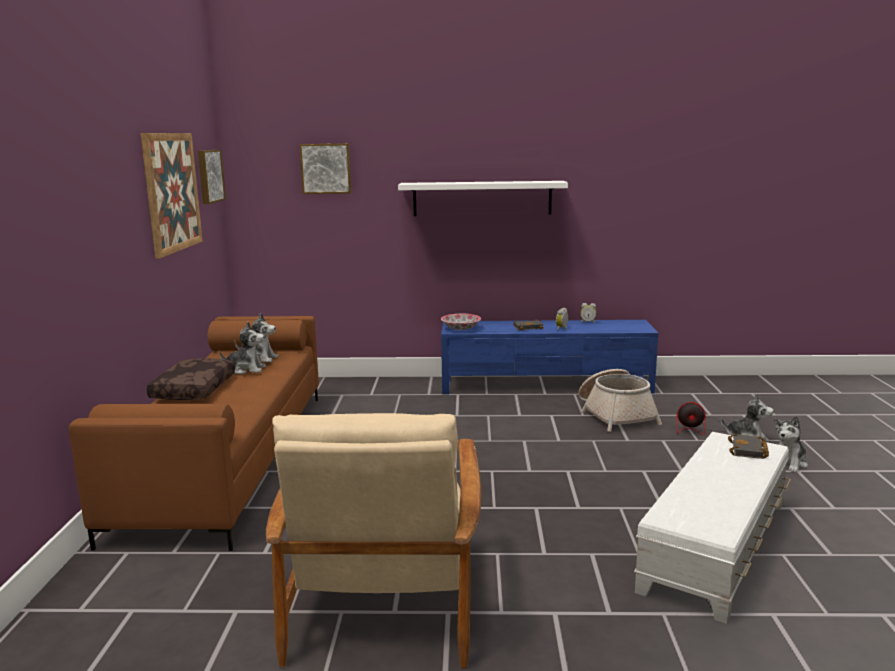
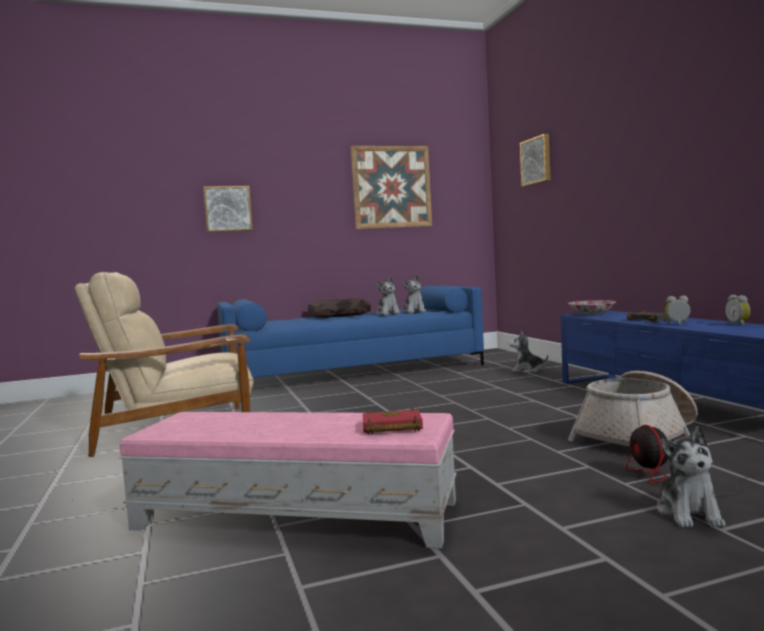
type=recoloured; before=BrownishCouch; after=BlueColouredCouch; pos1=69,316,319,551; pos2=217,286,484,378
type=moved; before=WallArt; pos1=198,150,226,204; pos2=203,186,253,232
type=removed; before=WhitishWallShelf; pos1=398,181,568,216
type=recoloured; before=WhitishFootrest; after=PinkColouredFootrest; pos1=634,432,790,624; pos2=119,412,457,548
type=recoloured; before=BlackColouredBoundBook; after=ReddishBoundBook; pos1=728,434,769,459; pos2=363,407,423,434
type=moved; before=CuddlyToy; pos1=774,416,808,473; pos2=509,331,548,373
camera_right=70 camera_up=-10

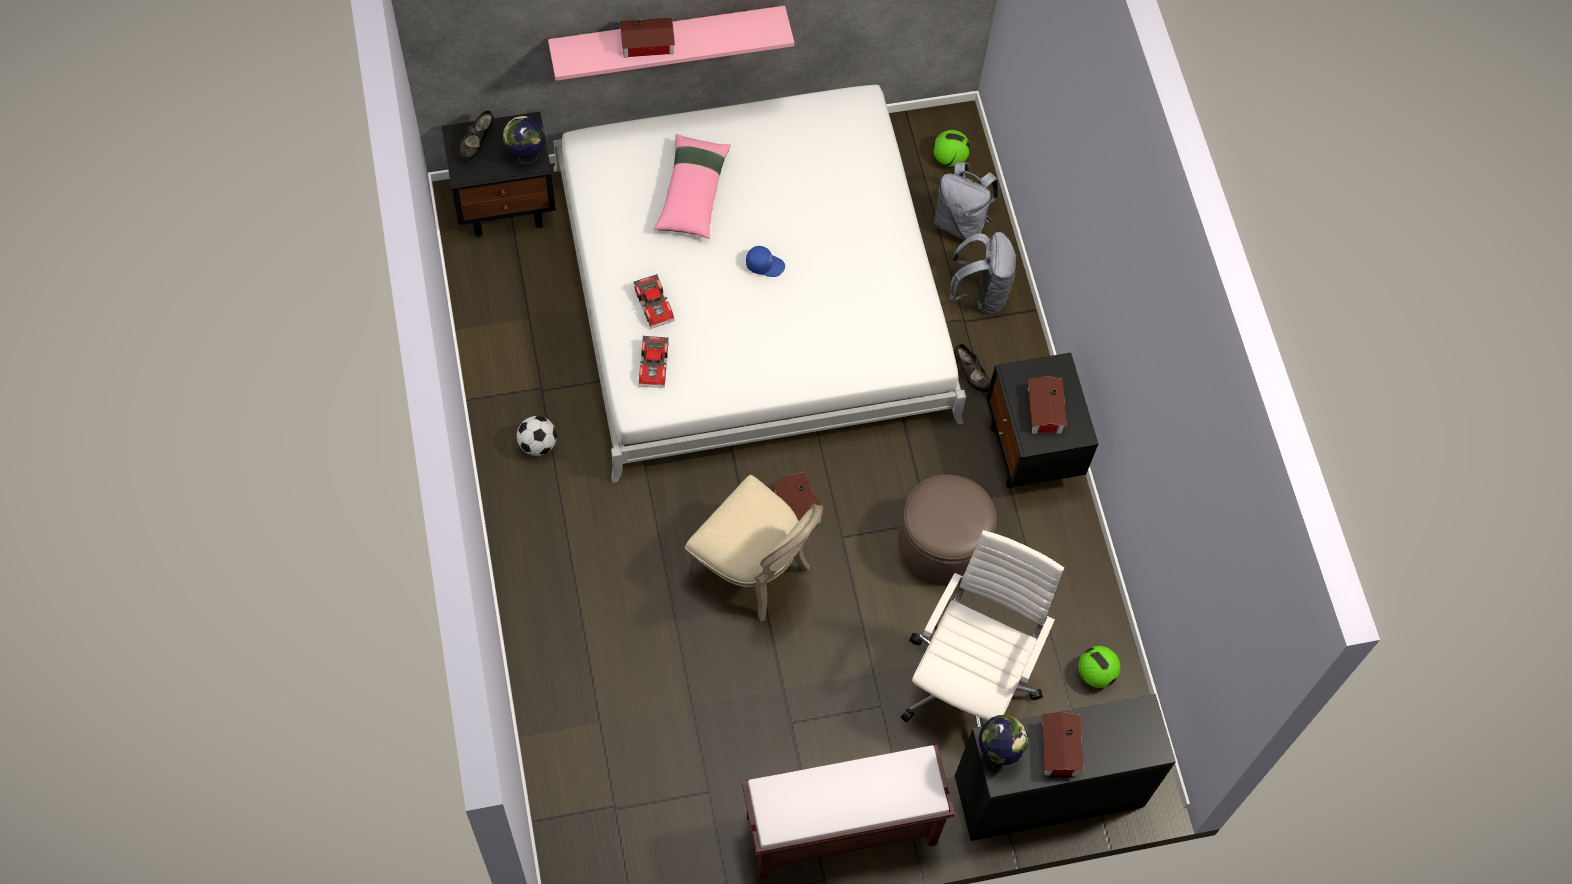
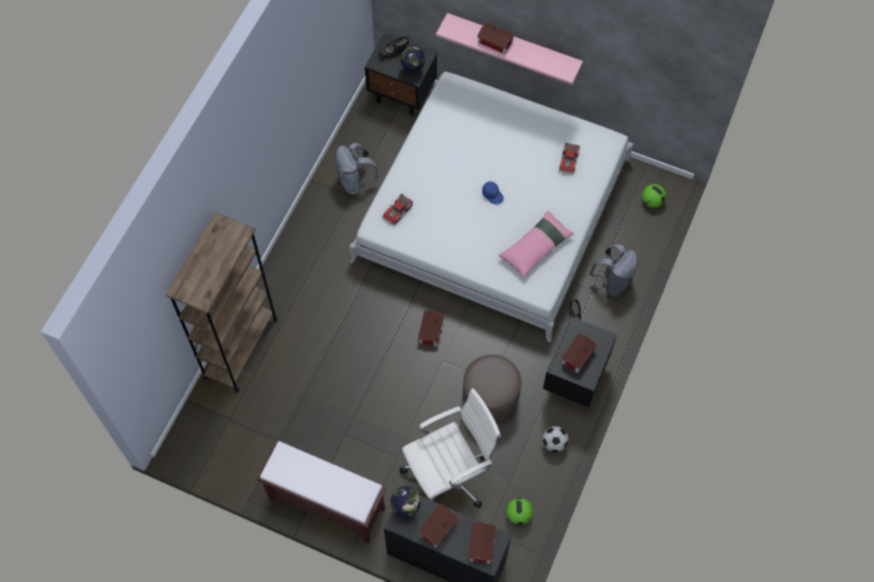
type=moved; before=FootballBall; pos1=517,416,557,456; pos2=543,426,568,452
type=moved; before=MiniatureCar; pos1=633,274,675,329; pos2=559,143,580,174
type=moved; before=PinkColouredPillow; pos1=654,134,731,239; pos2=498,210,574,278
type=removed; before=BeigeColouredPlainChair; pos1=684,475,823,622
type=moved; before=GreyishBackpack; pos1=934,162,999,242; pos2=335,143,379,194
type=added; after=BrownishBookcase; pos2=166,212,278,393
type=added; after=ModelHouse; pos2=468,523,496,564
camera_right=40 camera_up=0

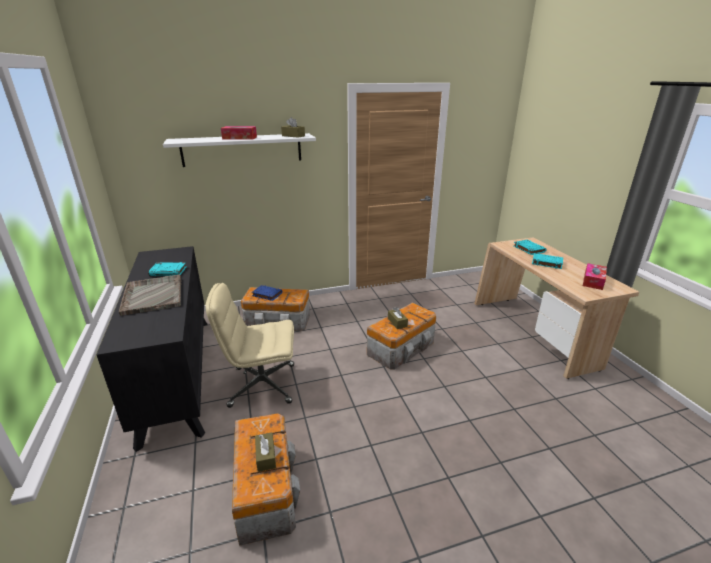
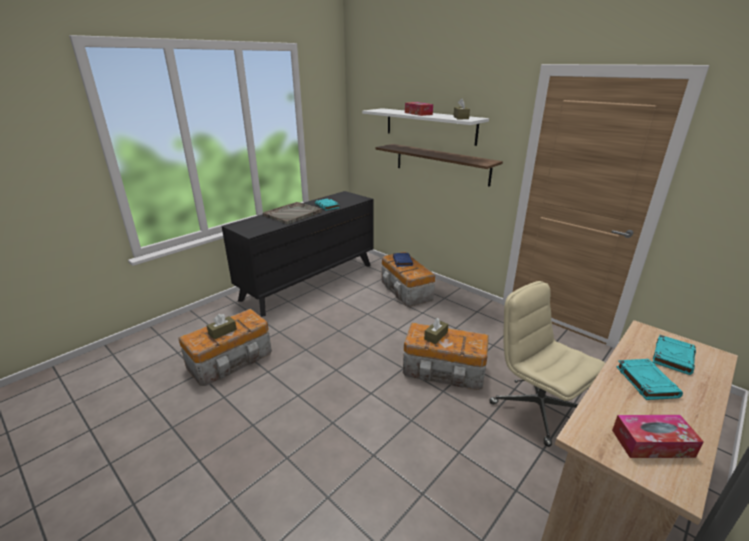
type=moved; before=BeigeColouredOfficeChair; pos1=205,283,294,408; pos2=489,281,605,447
type=added; after=WallShelf; pos2=375,144,503,187
camera_right=60 camera_up=0

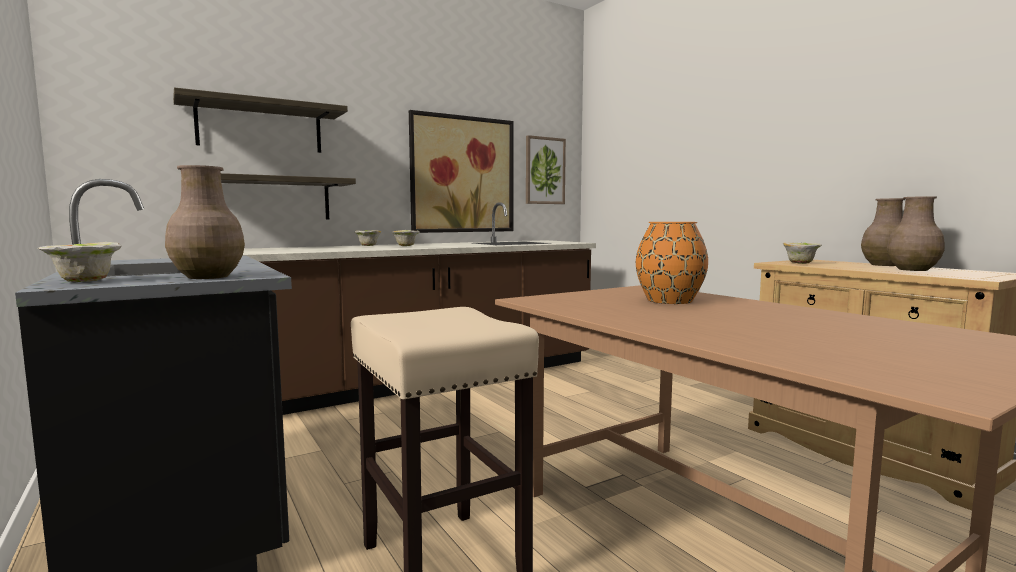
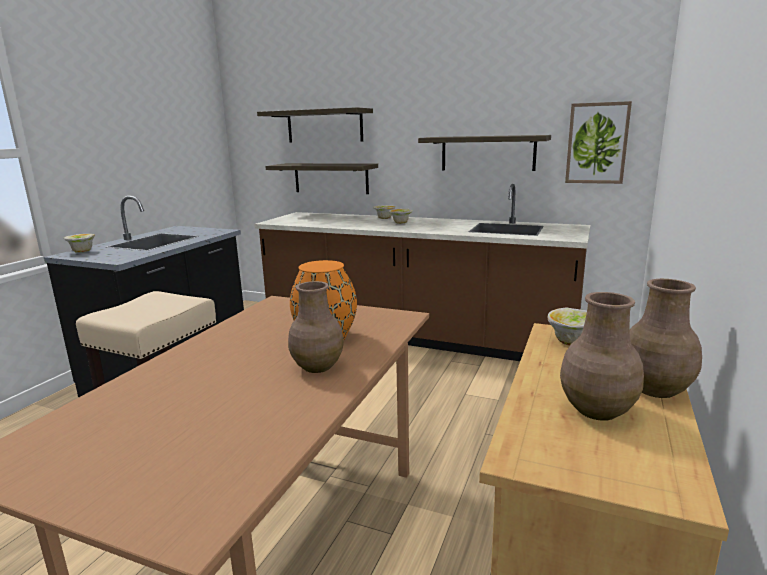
type=moved; before=BrownishVase; pos1=165,165,245,279; pos2=288,281,344,373
type=replaced; before=WallArt; after=WallShelf; pos1=409,110,514,233; pos2=418,135,551,171
camera_right=55 camera_up=10

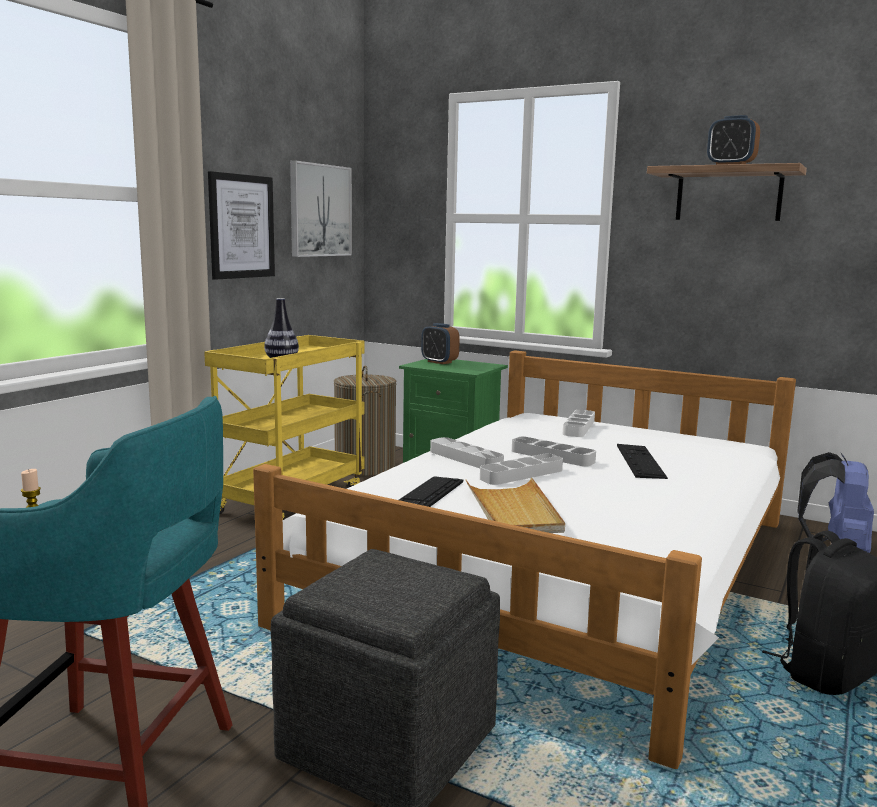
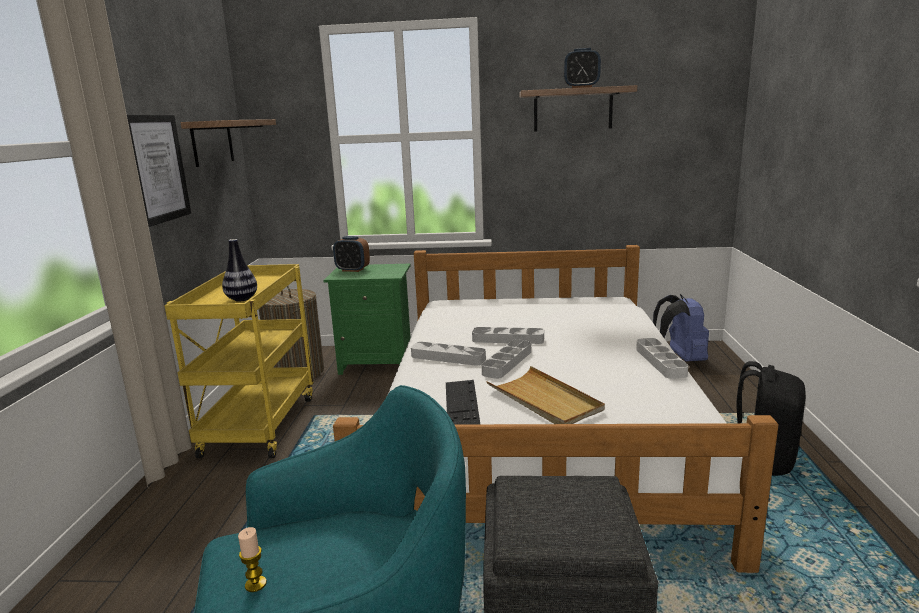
type=replaced; before=WallArt; after=WallShelf; pos1=290,160,352,257; pos2=181,119,276,167
type=moved; before=WhitishTray; pos1=563,410,595,437; pos2=636,338,688,379
type=removed; before=ComputerKeyboard; pos1=617,444,668,479
camera_right=-25 camera_up=5

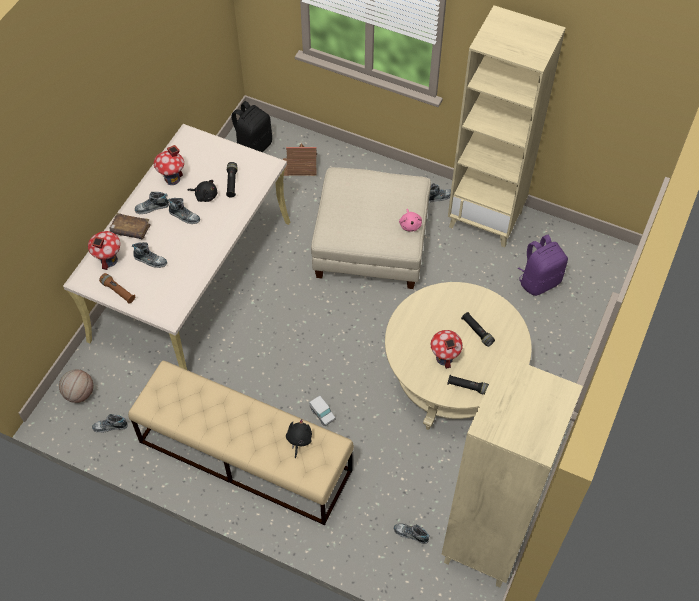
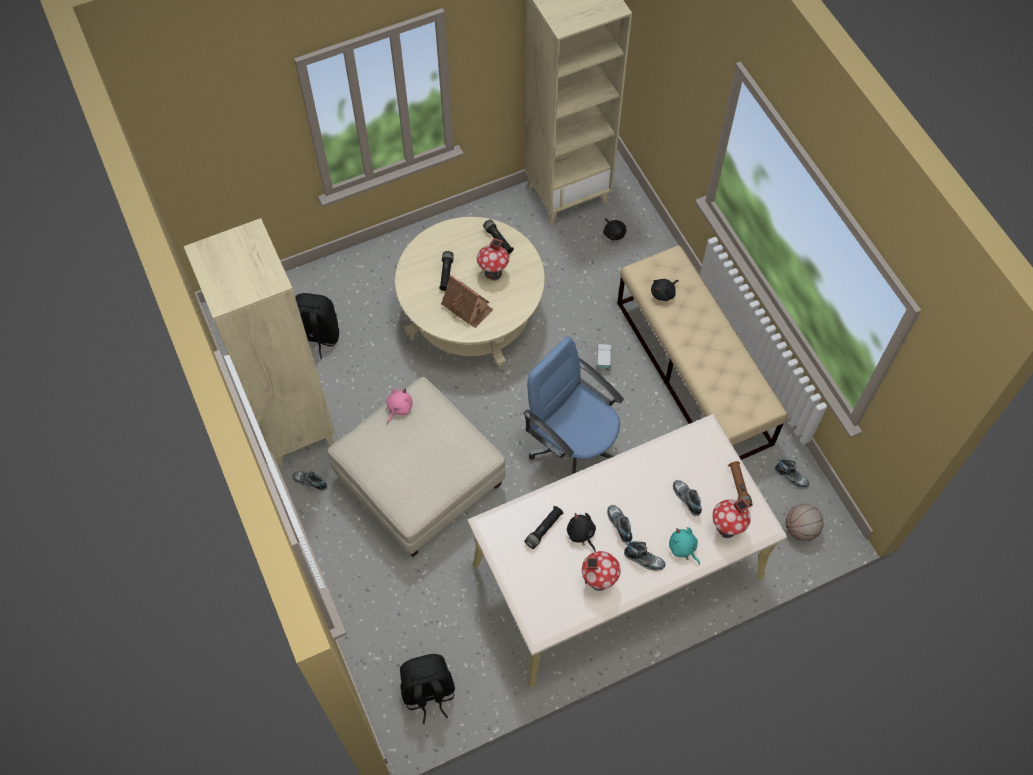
type=replaced; before=BrownishBoundBook; after=BlueGreenCuddlyToy; pos1=109,213,151,239; pos2=669,527,700,565
type=moved; before=ModelHouse; pos1=283,143,317,176; pos2=441,275,494,328
type=replaced; before=ItemOfFootwear; after=BlackColouredCuddlyToy; pos1=394,523,430,544; pos2=603,218,627,240
type=recoloured; before=PurpleColouredBackpack; after=BlackColouredBackpack; pos1=518,235,568,296; pos2=295,293,339,359
type=added; after=BlueColouredOfficeChair; pos2=523,336,624,474
camera_right=-140 camera_up=5

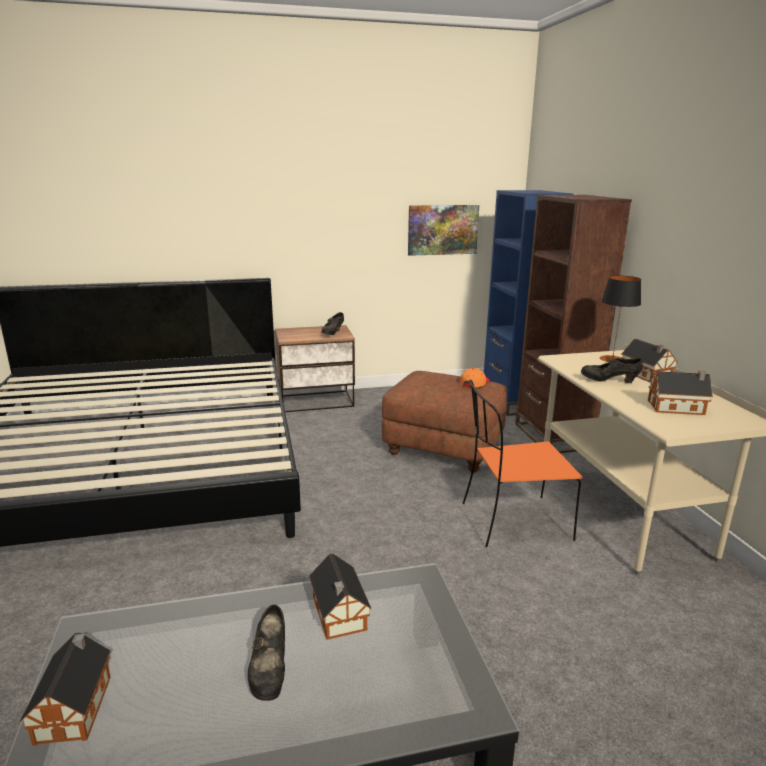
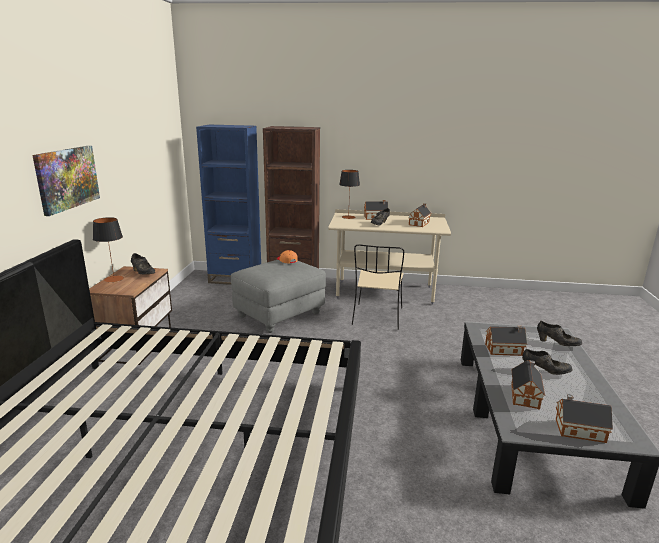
type=recoloured; before=BrownishFootrest; after=GreyishFootrest; pos1=382,371,507,473; pos2=231,259,326,333
type=moved; before=WallArt; pos1=408,205,479,256; pos2=32,146,100,216
type=recoloured; before=OrangeColouredPlainChair; after=BeigeColouredPlainChair; pos1=463,379,582,547; pos2=352,244,404,330
type=added; after=TabletopLamp; pos2=93,217,124,282
type=added; after=ModelHouse; pos2=511,360,545,409
type=added; after=BlackColouredItemOfFootwear; pos2=537,321,582,346
camera_right=-70 camera_up=0

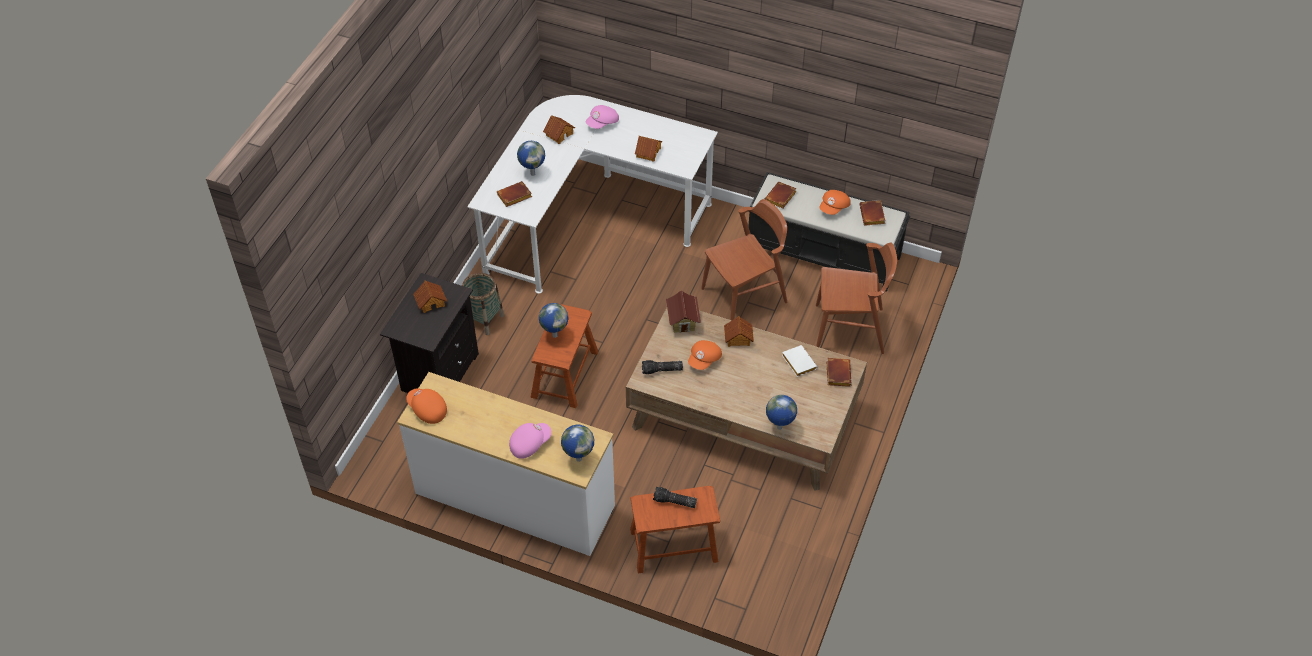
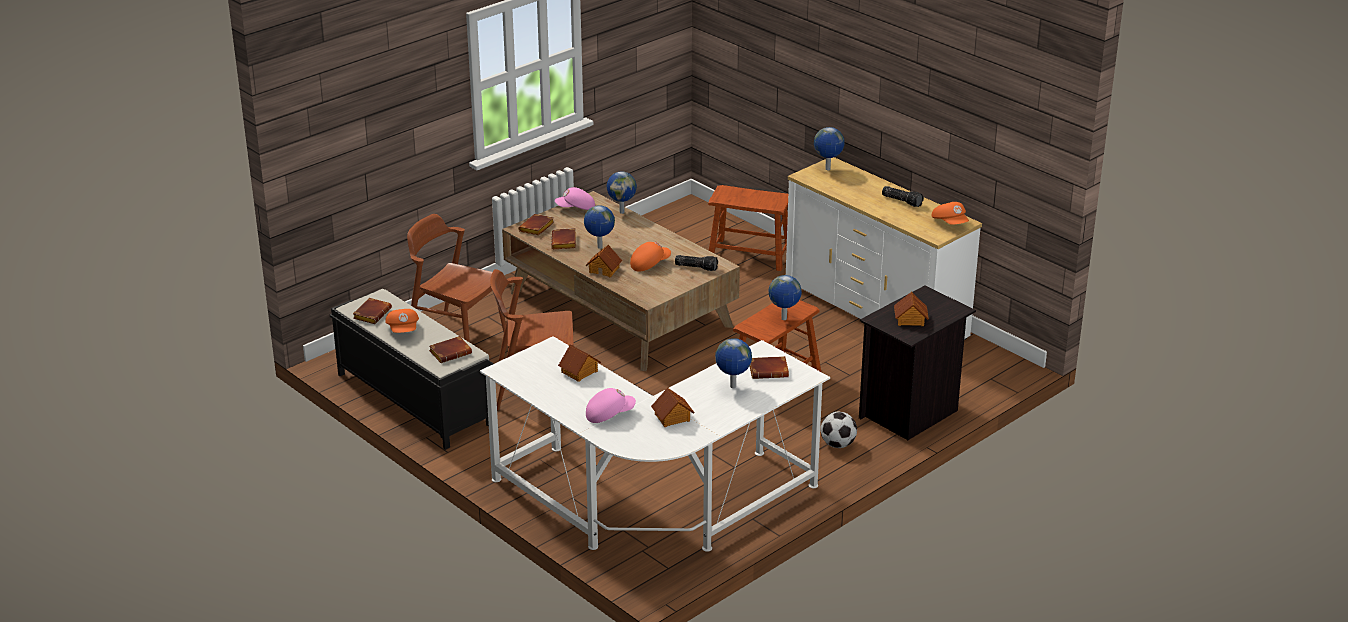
type=replaced; before=StorageBasket; after=FootballBall; pos1=462,273,504,335; pos2=821,412,857,448
type=moved; before=PinkColouredCap; pos1=509,423,551,459; pos2=555,187,595,210
type=moved; before=HandTorch; pos1=653,487,697,508; pos2=882,186,924,207
type=removed; before=ModelHouse; pos1=666,291,701,333
type=recoloured; before=WhitishBoundBook; after=BrownishBoundBook; pos1=782,345,817,377; pos2=551,228,576,249
type=turned; before=OrangeColouredCap; pos1=819,190,851,215; pos2=385,309,419,333; turn=105
type=added; after=Globe; pos2=584,205,615,249
camera_right=-155 camera_up=-20

